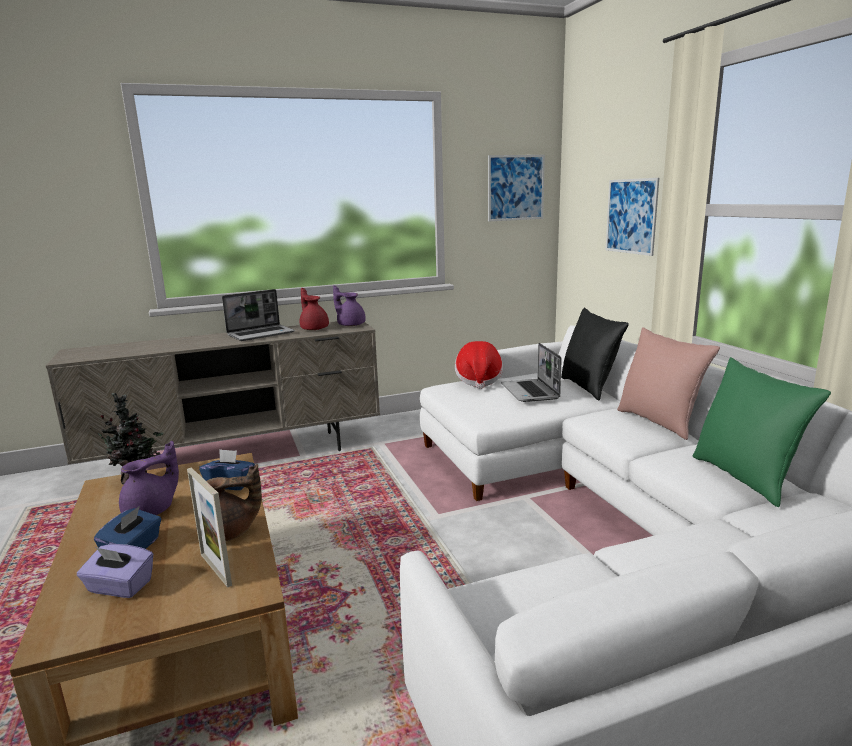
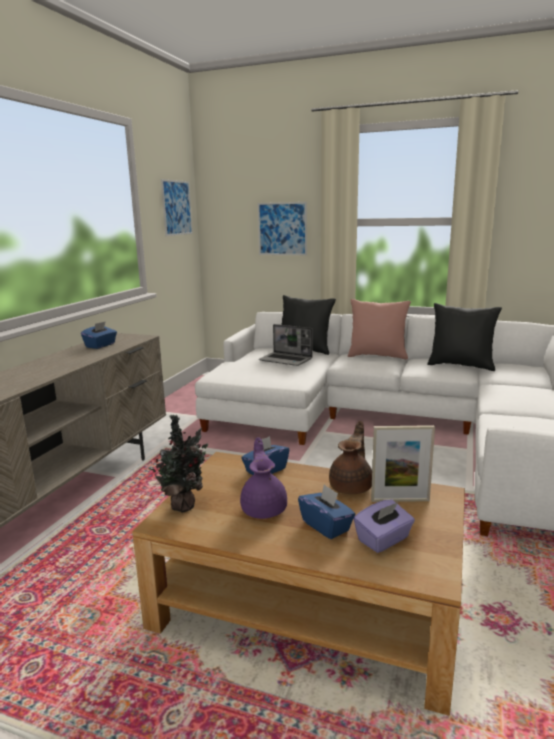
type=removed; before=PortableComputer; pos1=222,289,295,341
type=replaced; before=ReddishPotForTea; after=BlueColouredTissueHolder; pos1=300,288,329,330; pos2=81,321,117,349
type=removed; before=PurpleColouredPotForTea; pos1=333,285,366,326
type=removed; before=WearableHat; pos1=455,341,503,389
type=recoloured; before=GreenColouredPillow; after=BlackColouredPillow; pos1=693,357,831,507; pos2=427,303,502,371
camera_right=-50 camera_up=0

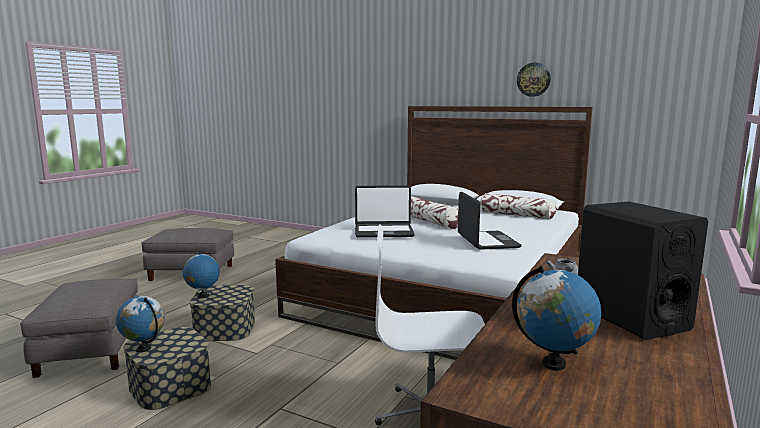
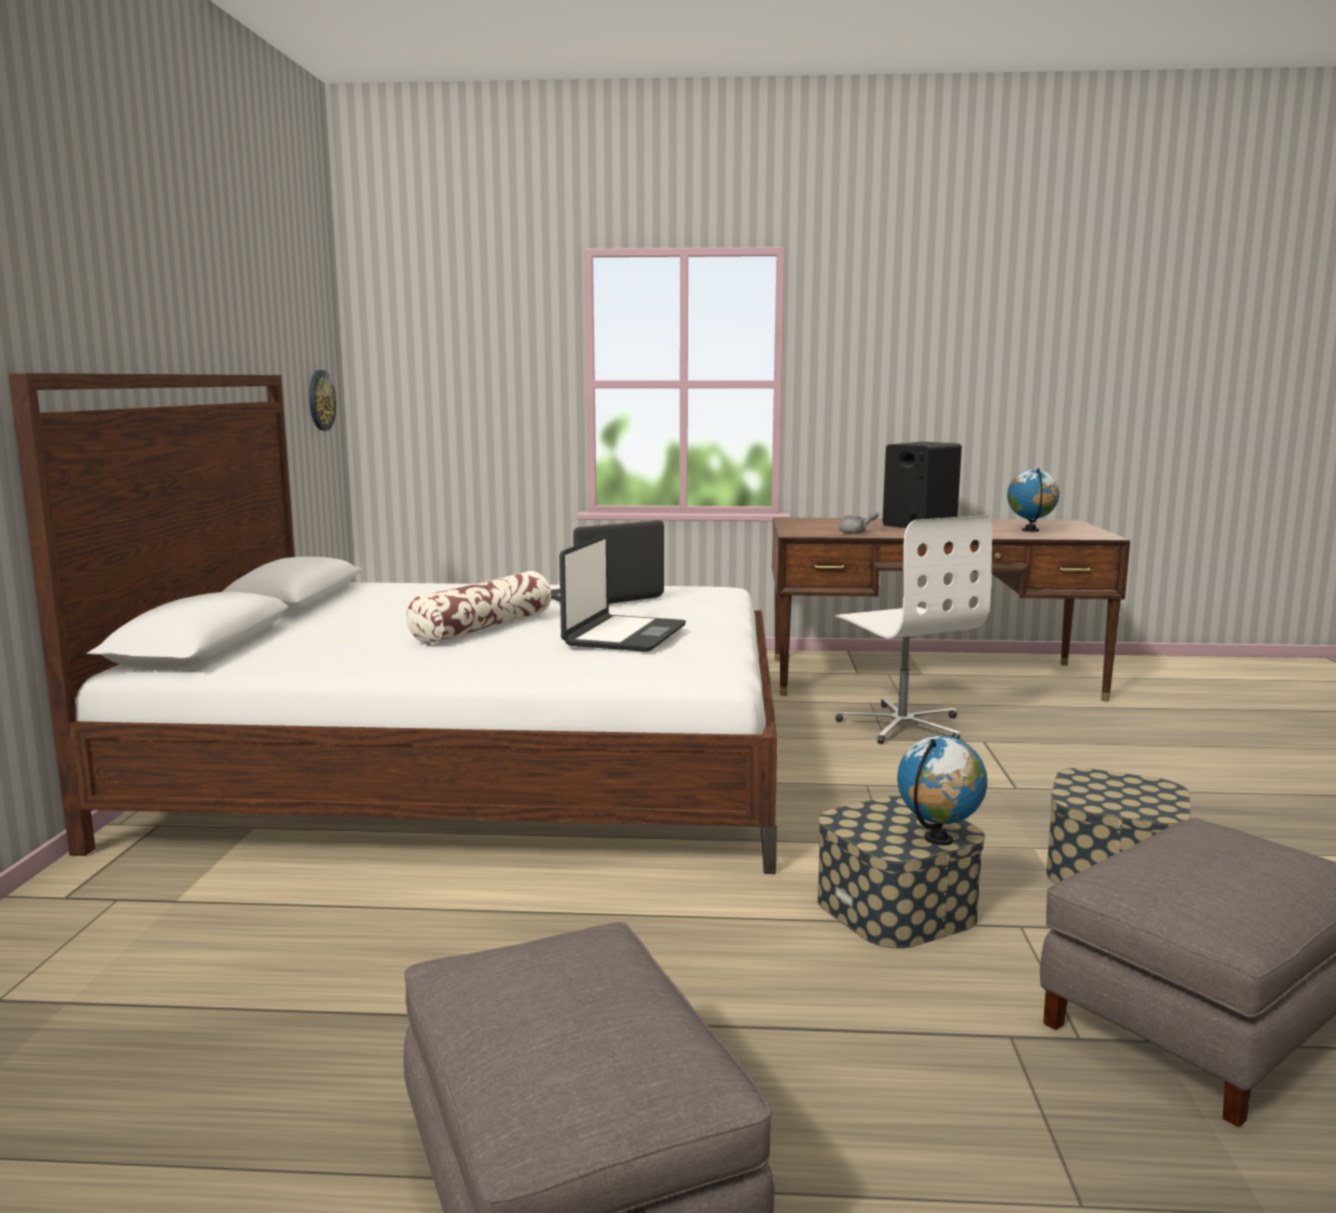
type=removed; before=Globe; pos1=116,296,165,352
type=turned; before=PortableComputer; pos1=355,185,415,238; pos2=559,534,686,652; turn=45
type=removed; before=Pillow; pos1=480,193,556,219
type=moved; before=HangingClock; pos1=517,63,551,97; pos2=309,370,336,431
camera_right=-115 camera_up=0

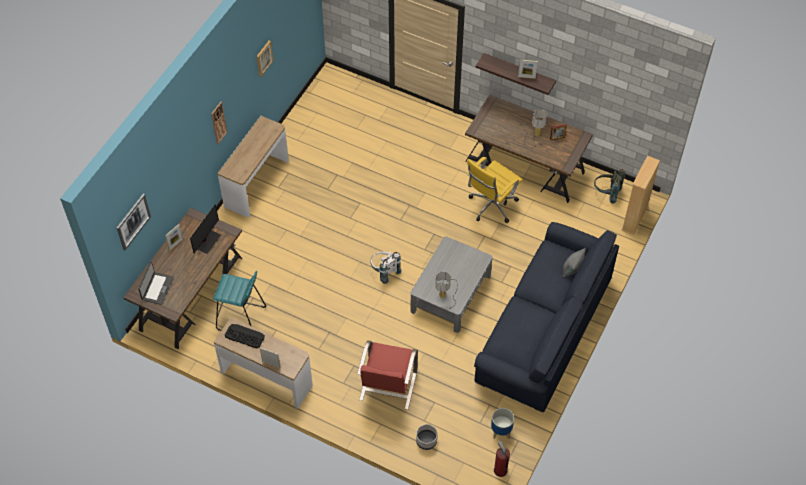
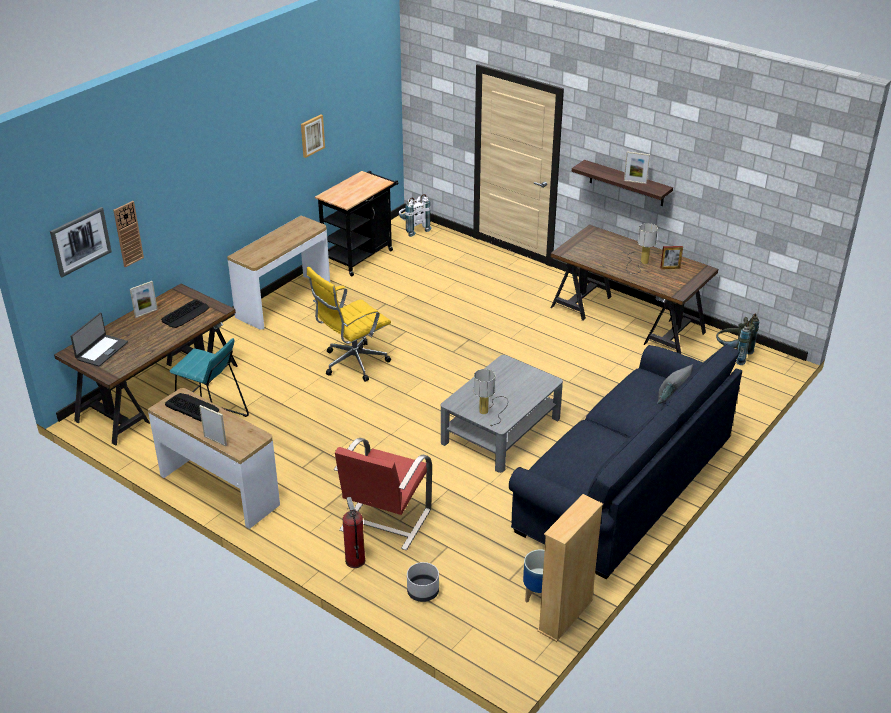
type=replaced; before=ComputerDisplay; after=ComputerKeyboard; pos1=190,204,221,254; pos2=161,299,209,328
type=moved; before=HangingClock; pos1=211,102,227,144; pos2=113,201,144,268
type=moved; before=WhitishBackpack; pos1=370,252,402,284; pos2=398,194,432,237
type=moved; before=YellowColouredOfficeChair; pos1=466,156,523,223; pos2=307,267,391,382
type=moved; before=FireFightingCylinder; pos1=494,440,510,477; pos2=342,497,365,568
type=moved; before=BeigeColouredBookcase; pos1=621,156,660,235; pos2=537,494,603,642
type=added; after=BlackColouredTrolley; pos2=315,171,398,276
camera_right=10 camera_up=-20

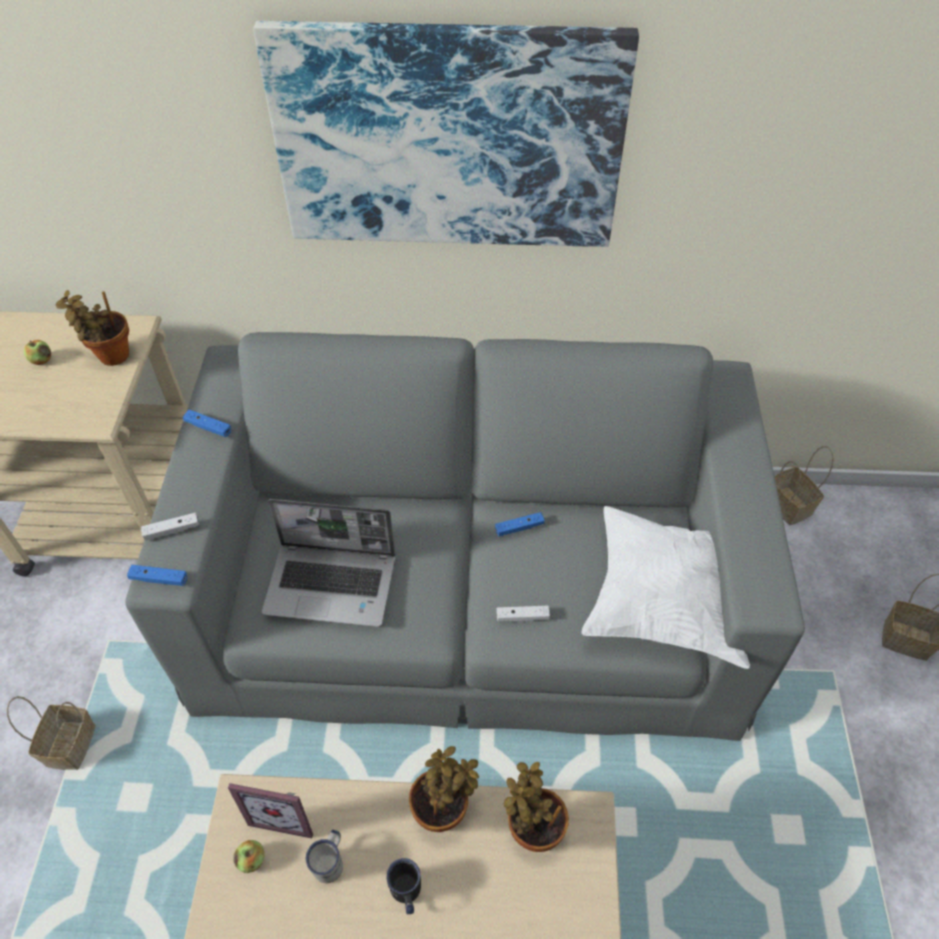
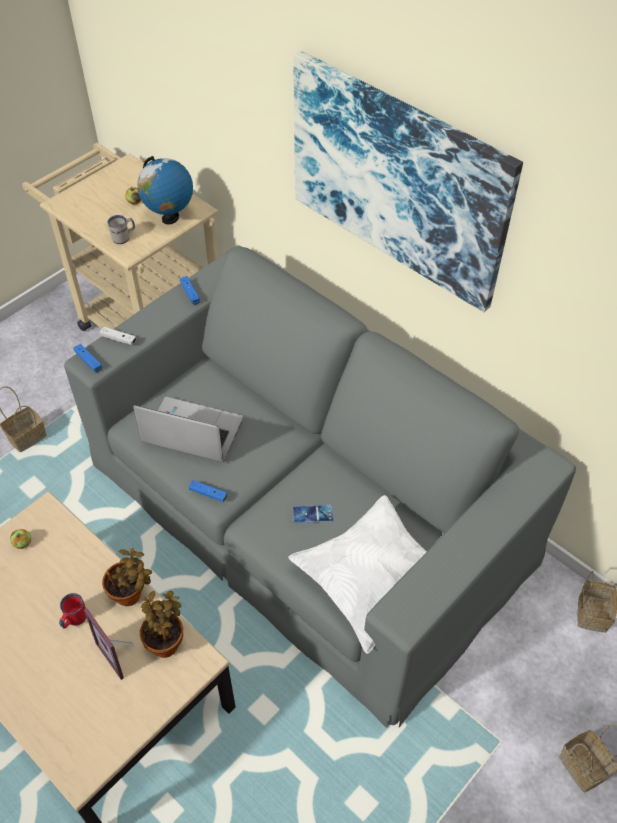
type=replaced; before=PottedPlant; after=Globe; pos1=56,290,129,366; pos2=137,156,193,224
type=moved; before=PhotoFrame; pos1=228,783,313,839; pos2=84,608,134,680
type=turned; before=PortableComputer; pos1=262,499,396,627; pos2=133,397,243,463; turn=150
type=moved; before=WhitishTeaMug; pos1=305,830,343,883; pos2=107,215,135,244
type=recoloured; before=BlackColouredTeaMug; after=ReddishTeaMug; pos1=386,858,421,914; pos2=59,593,86,629
type=moved; before=BlueColouredGameController; pos1=495,512,545,536; pos2=189,480,227,502
type=removed; before=WhitishGameController; pos1=496,606,550,621
type=added; after=Handset; pos2=293,505,333,523
camera_right=40 camera_up=0

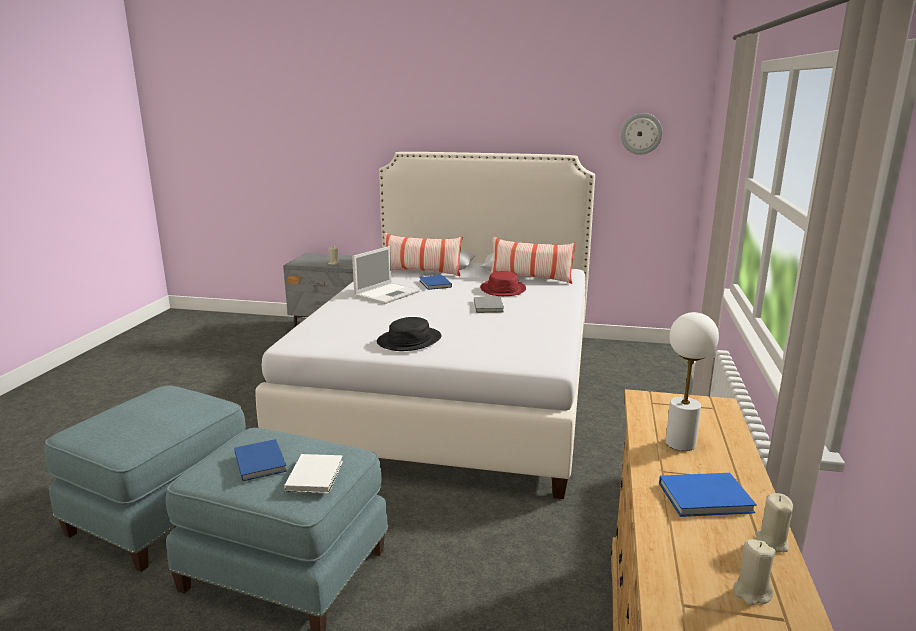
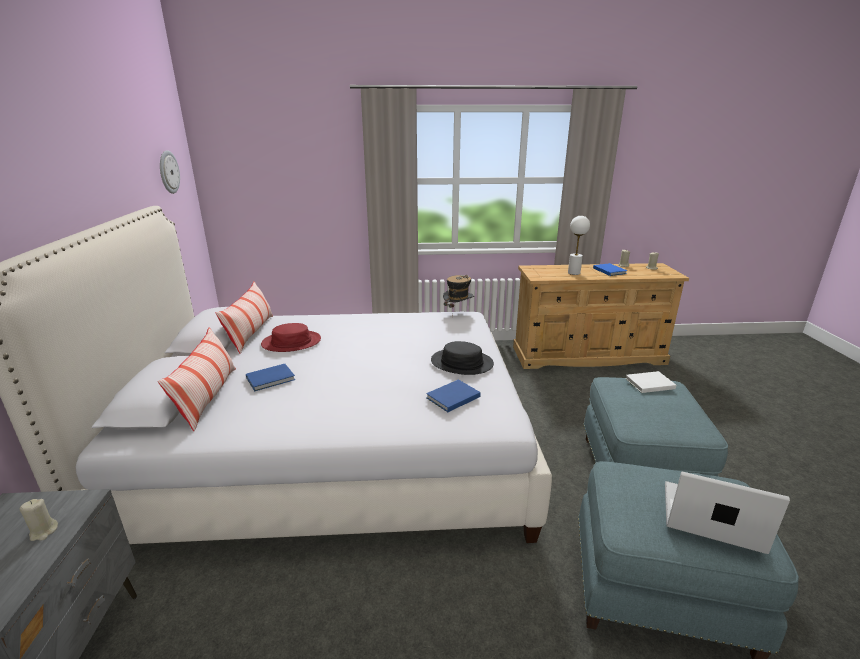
type=moved; before=BlueColouredBoundBook; pos1=234,439,287,481; pos2=426,379,481,412
type=moved; before=PortableComputer; pos1=352,246,420,304; pos2=665,471,790,554
type=removed; before=GreyishBoundBook; pos1=474,297,504,313
type=added; after=WearableHat; pos2=443,275,474,317
camera_right=-105 camera_up=5

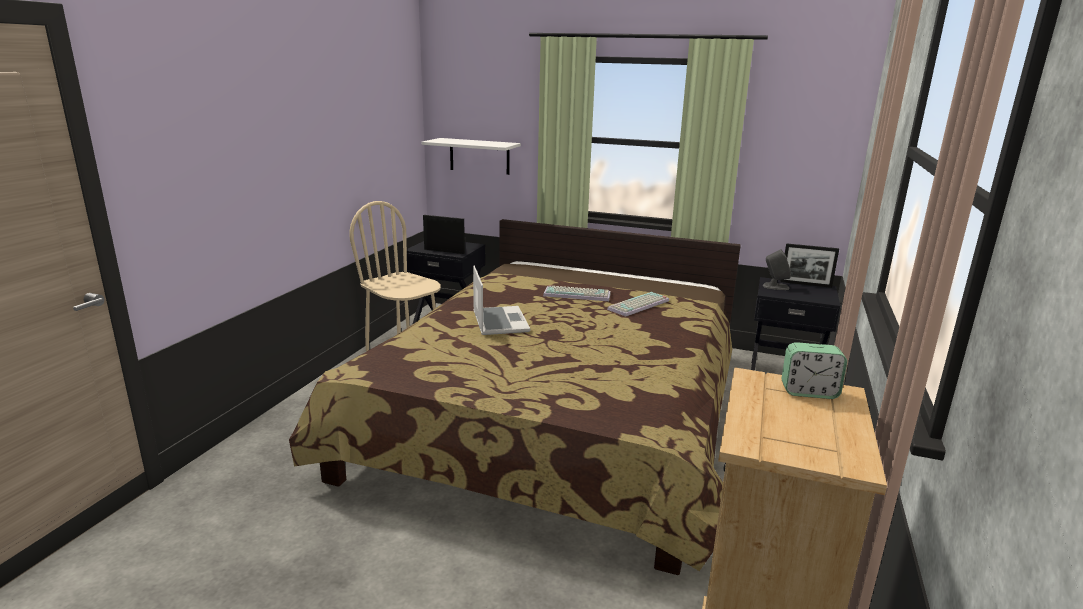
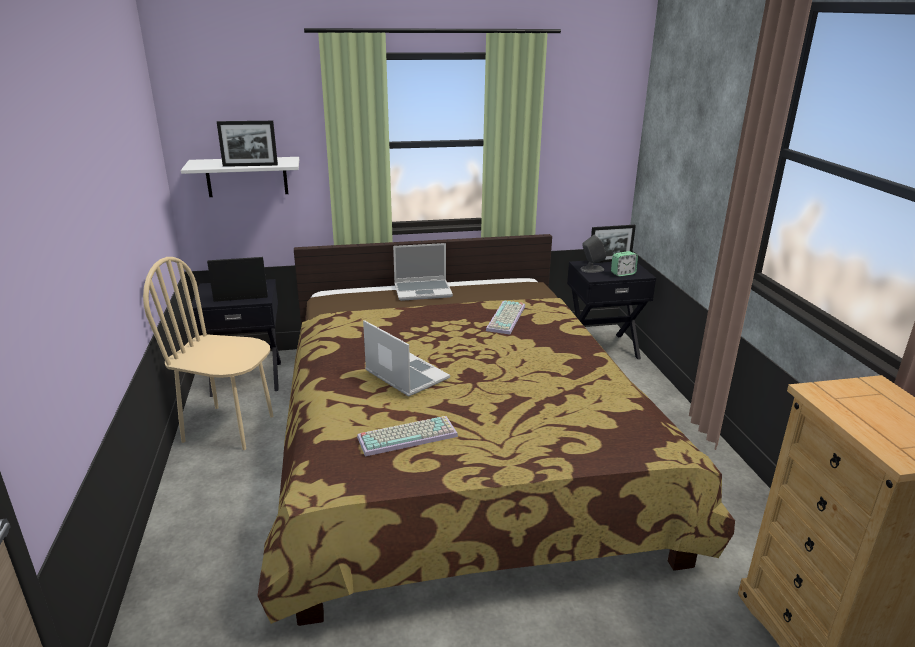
type=moved; before=ComputerKeyboard; pos1=543,285,611,301; pos2=357,416,458,457
type=moved; before=AlarmClock; pos1=782,342,847,399; pos2=611,251,638,277
type=added; after=PhotoFrame; pos2=217,121,278,167
type=added; after=PortableComputer; pos2=393,243,453,301
camera_right=-30 camera_up=5

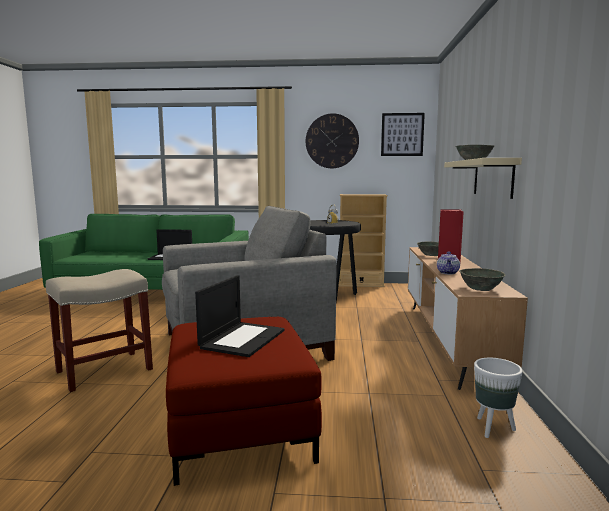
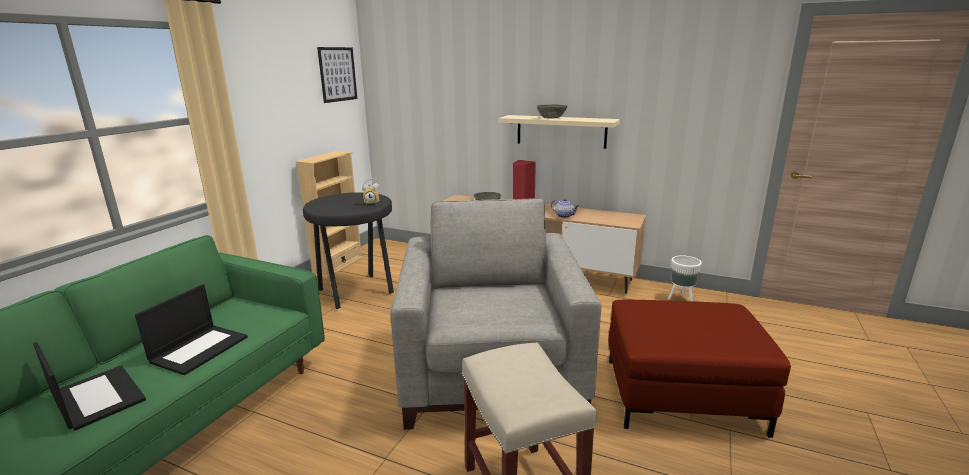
type=moved; before=PortableComputer; pos1=195,275,285,357; pos2=33,342,146,431
type=removed; before=HangingClock; pos1=306,113,359,168
type=removed; before=GreyishBowl; pos1=459,268,506,291
camera_right=-70 camera_up=10

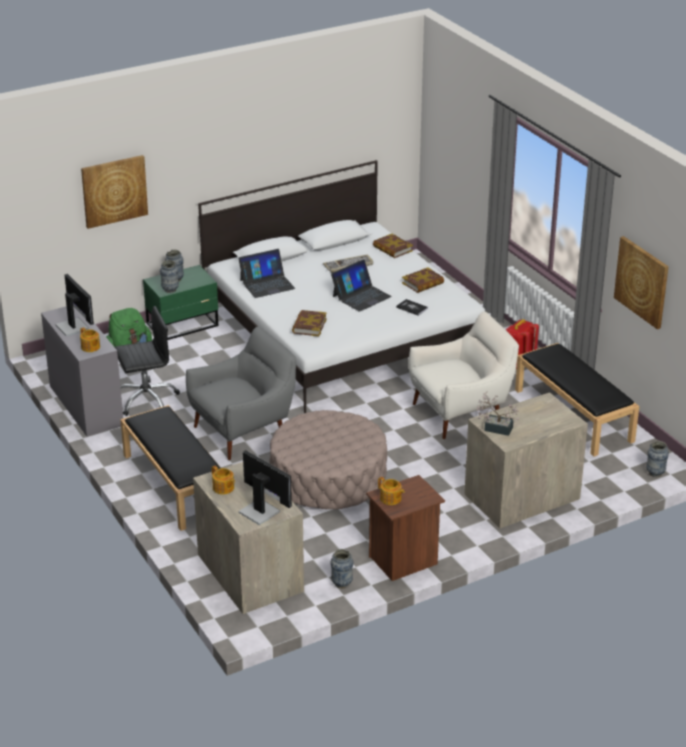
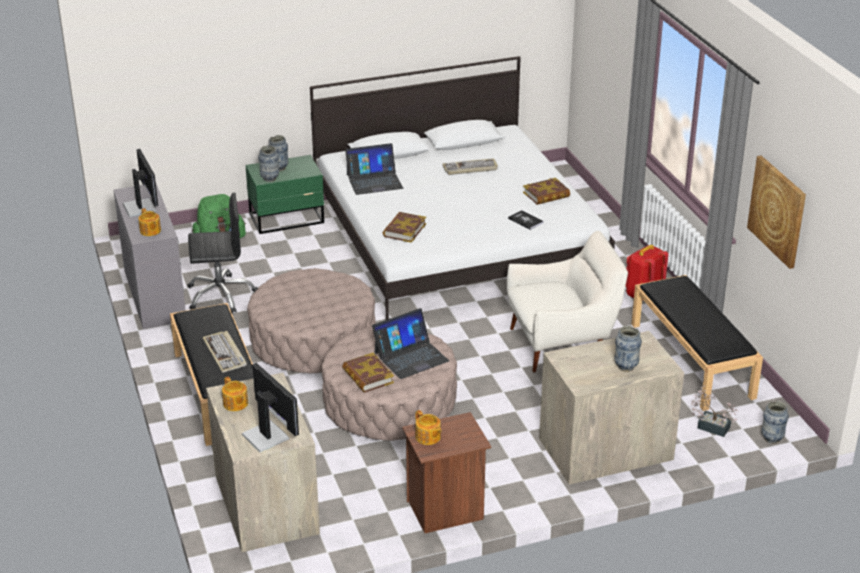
type=removed; before=WallArt; pos1=81,155,148,229
type=replaced; before=GreyishLoungeChair; after=BeigeColouredFootrest; pos1=186,326,296,460; pos2=247,268,376,373
type=moved; before=PortableComputer; pos1=331,259,392,312; pos2=372,308,449,379
type=moved; before=Vase; pos1=331,549,353,588; pos2=614,326,642,372
type=moved; before=BoundBook; pos1=373,234,413,258; pos2=342,353,394,393
type=moved; before=PottedPlant; pos1=477,391,519,436; pos2=691,386,738,437
type=added; after=ComputerKeyboard; pos2=202,331,247,373
camera_right=10 camera_up=0

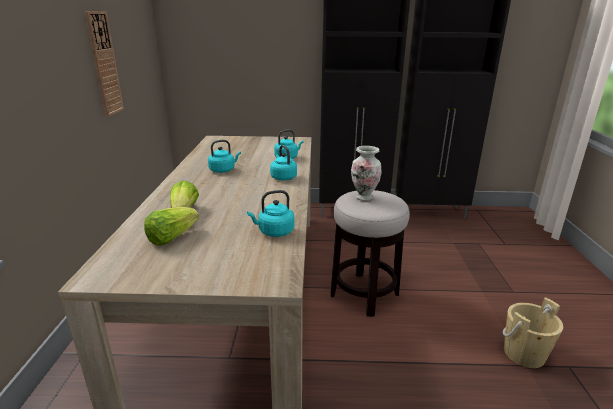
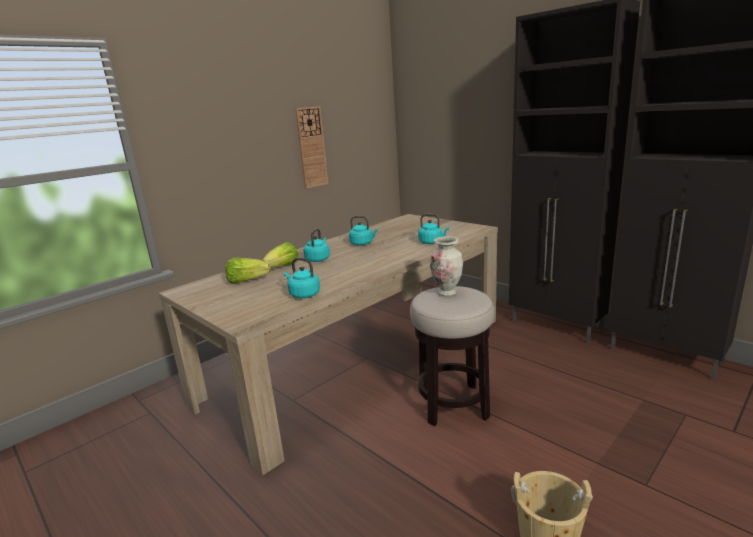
type=moved; before=BlueGreenKettle; pos1=270,145,297,180; pos2=303,229,330,262
camera_right=45 camera_up=-5

